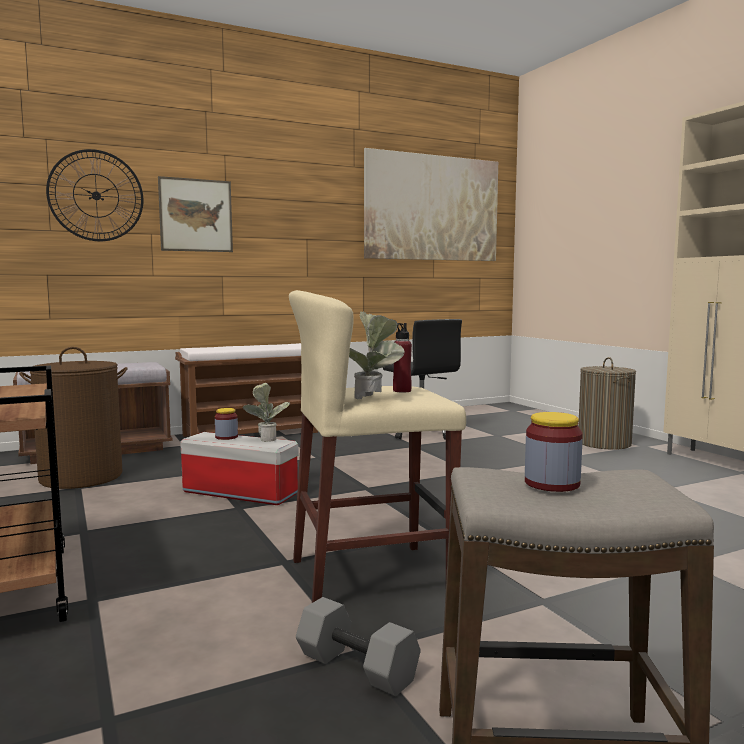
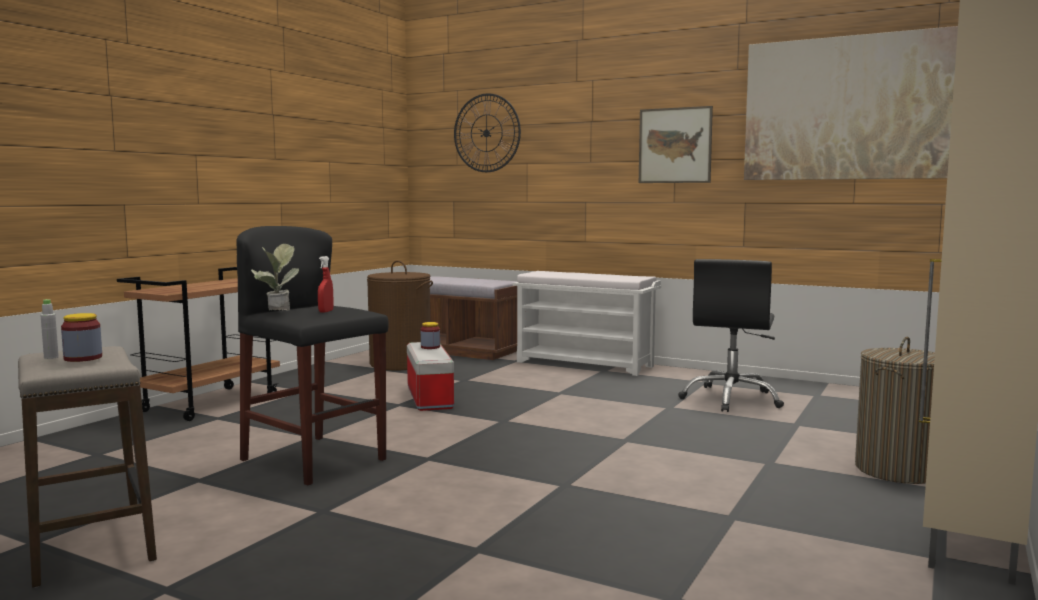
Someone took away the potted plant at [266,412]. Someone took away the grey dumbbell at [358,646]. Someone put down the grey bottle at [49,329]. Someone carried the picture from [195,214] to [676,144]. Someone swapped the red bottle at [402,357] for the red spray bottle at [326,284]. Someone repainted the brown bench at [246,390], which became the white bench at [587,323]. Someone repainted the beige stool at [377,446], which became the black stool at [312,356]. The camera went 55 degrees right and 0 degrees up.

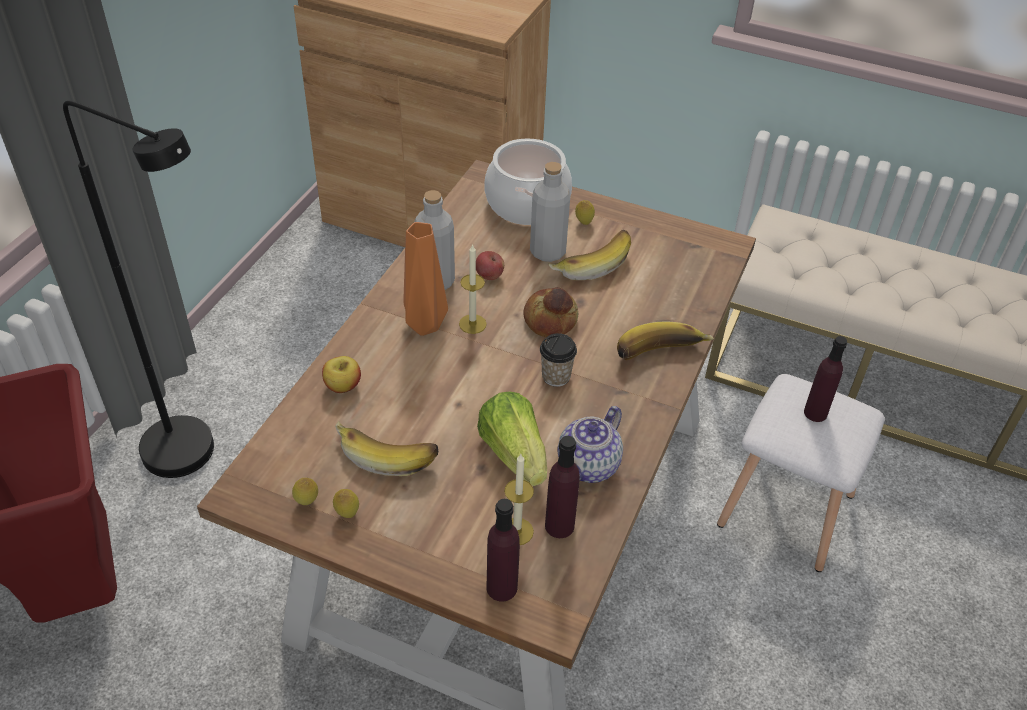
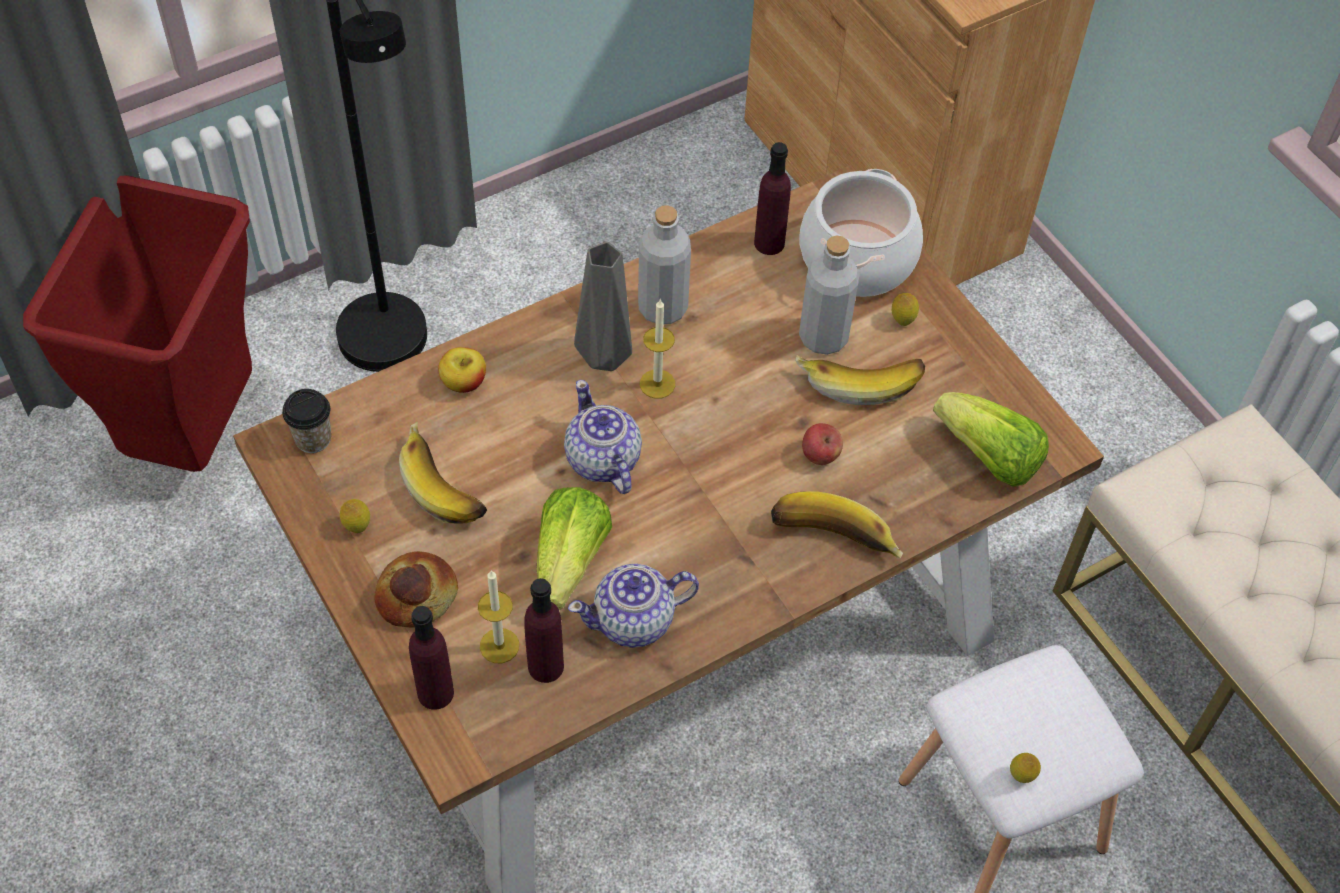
Someone put down the teapot at [603,437]. Someone put down the lettuce at [991,439]. Someone carried the lemon from [305,491] to [1025,768]. Someone carried the apple from [490,265] to [822,444]. Someone carried the bread from [550,312] to [416,589]. Someone carried the cup from [558,360] to [306,421]. Someone carried the purple bottle from [825,379] to [772,198]. Someone repainted the orange vase at [426,279], which became the grey vase at [603,306]. The camera went 35 degrees right and 10 degrees up.

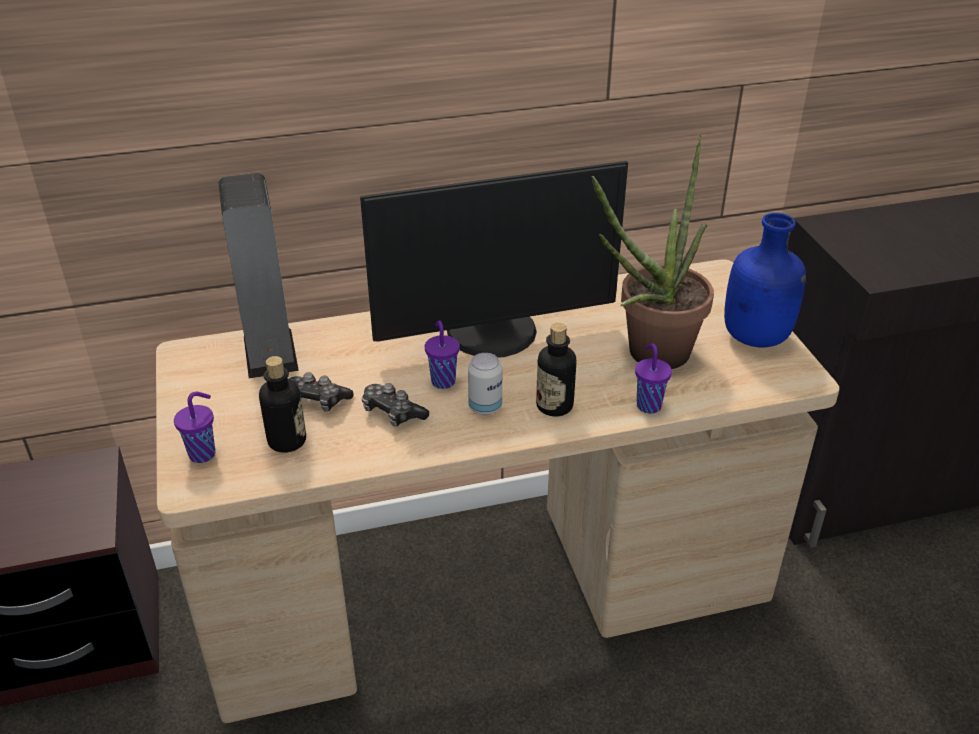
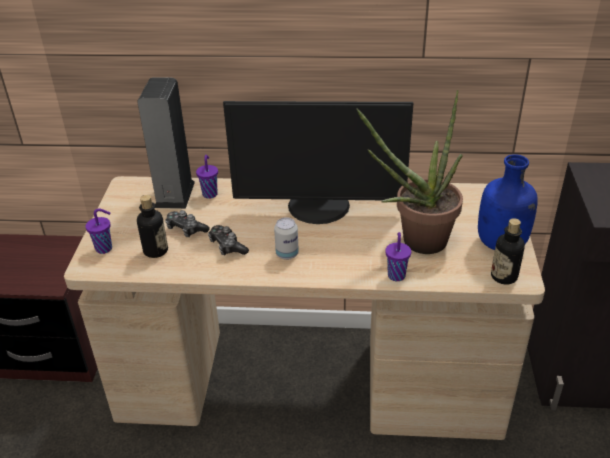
Someone carried the purple cup from [442,354] to [207,177]. Someone carried the bottle from [556,370] to [508,251]. The camera went 20 degrees right and 0 degrees up.

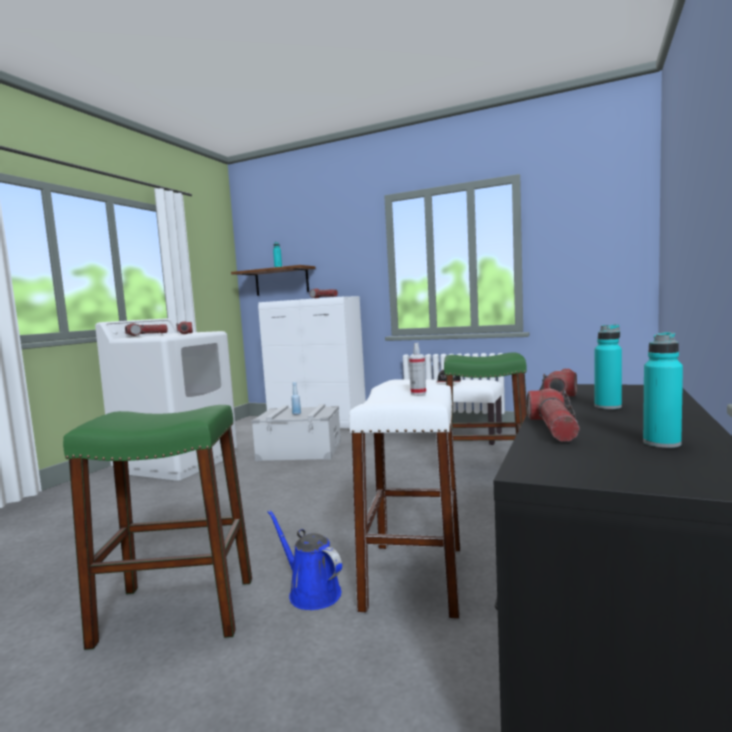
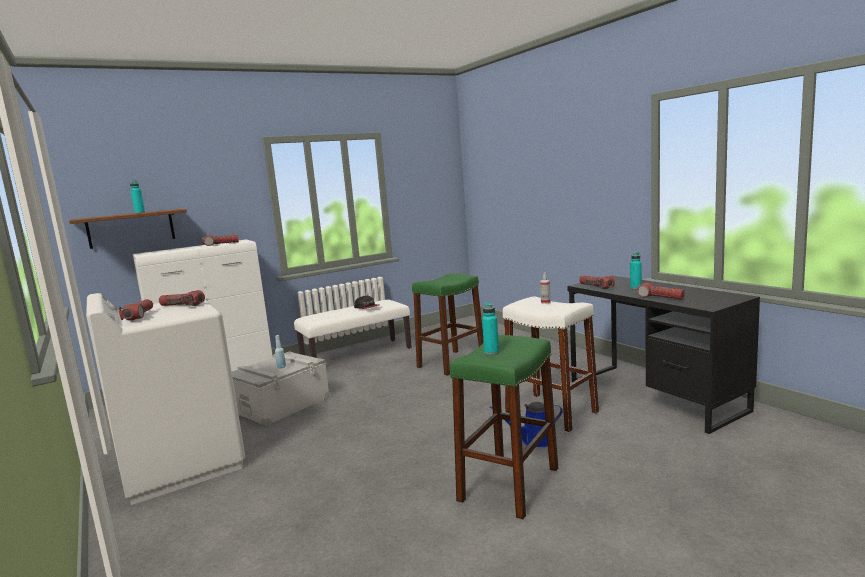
Someone carried the turquoise bottle from [663,390] to [490,328]. The camera went 55 degrees left and 5 degrees up.

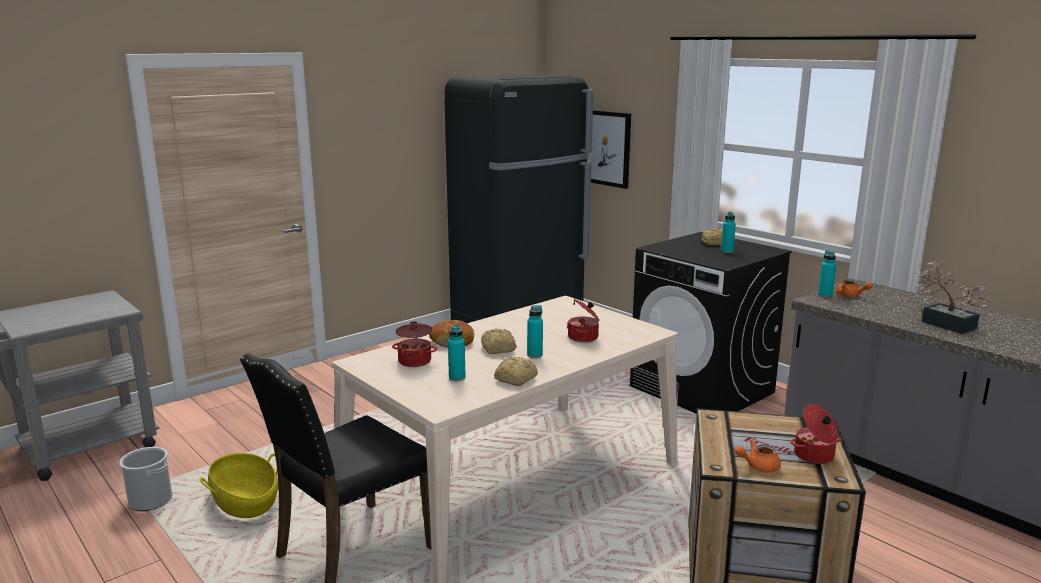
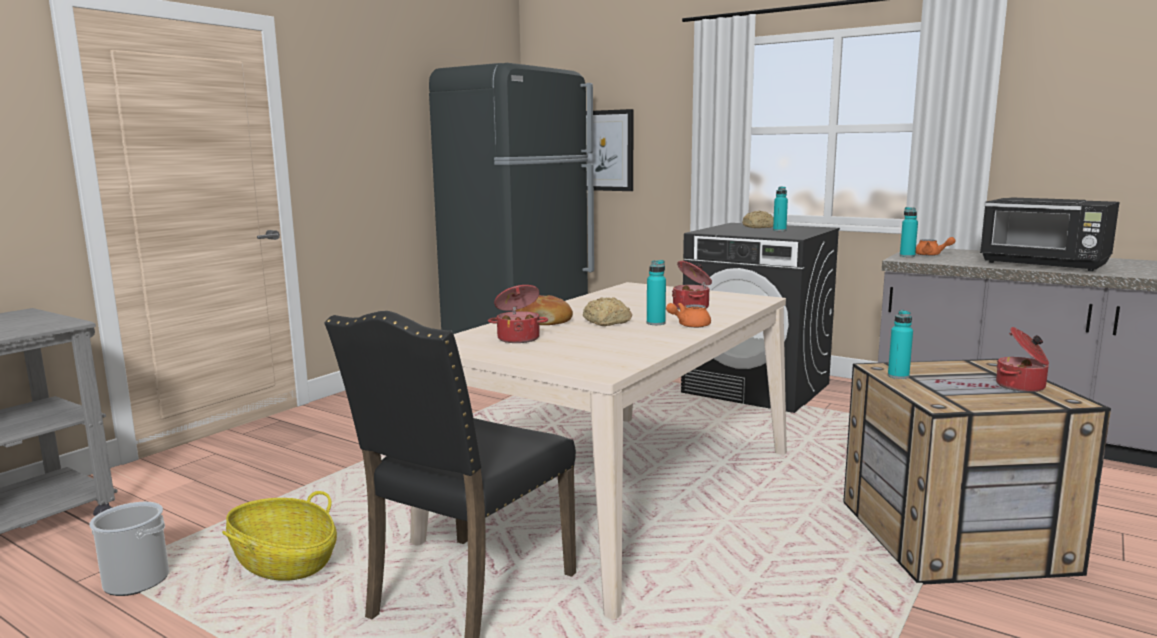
Someone took away the bread at [516,371]. Someone carried the turquoise bottle from [457,352] to [900,344]. Someone carried the orange teapot from [757,456] to [688,315]. Someone swapped the potted plant at [953,297] for the black microwave at [1050,234]. The camera went 15 degrees left and 5 degrees down.

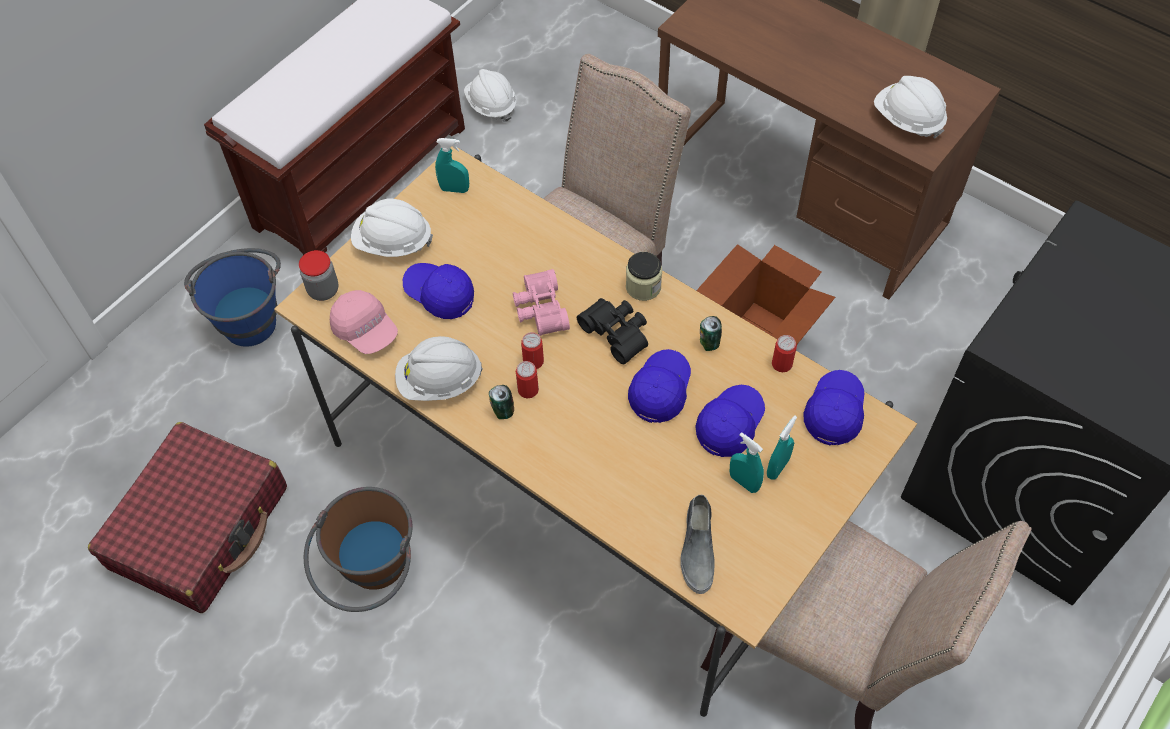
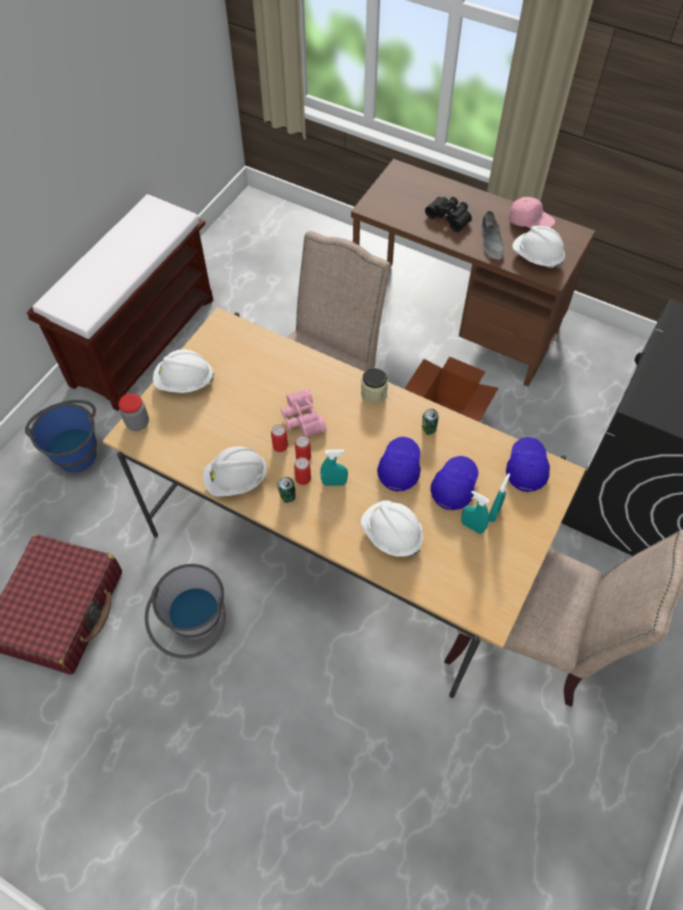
Someone took away the blue cap at [438,291]. Someone carried the pink cap from [364,322] to [532,213]. Someone carried the turquoise spray bottle from [452,165] to [334,468]. Someone carried the white hard hat from [490,95] to [392,529]. Someone carried the black binoculars from [612,331] to [448,214]. Someone carried the grey shoe from [697,544] to [492,235]. Someone carried the can from [784,353] to [279,438]. Someone repainted the brown bucket at [358,549], which became the grey bucket at [185,611]. The camera went 10 degrees left and 0 degrees up.

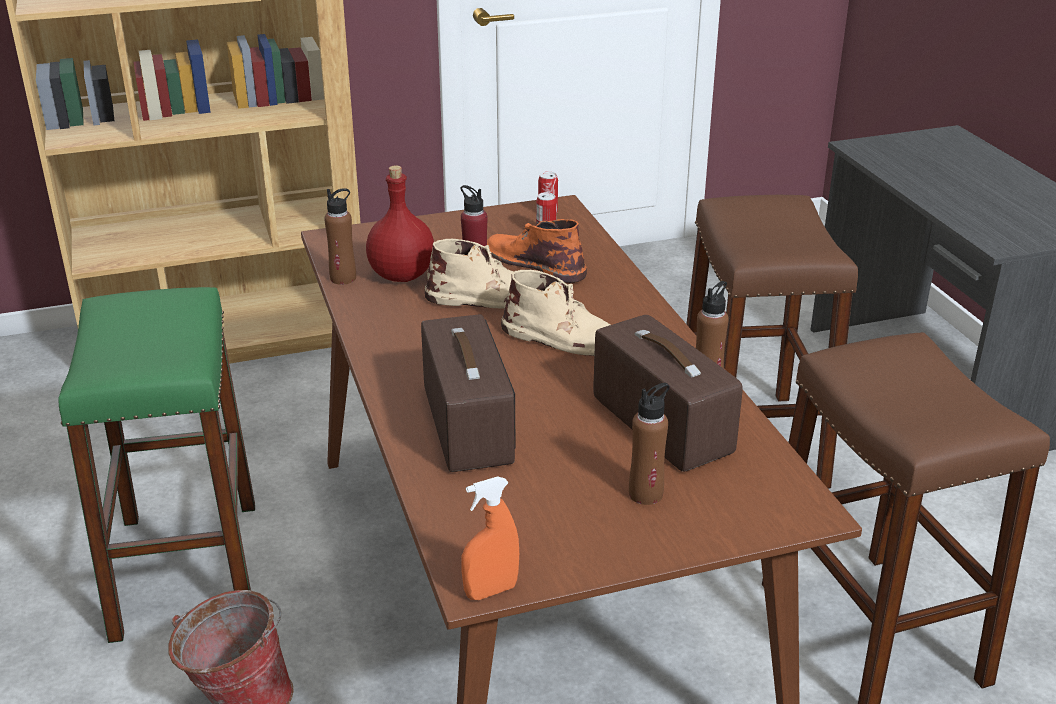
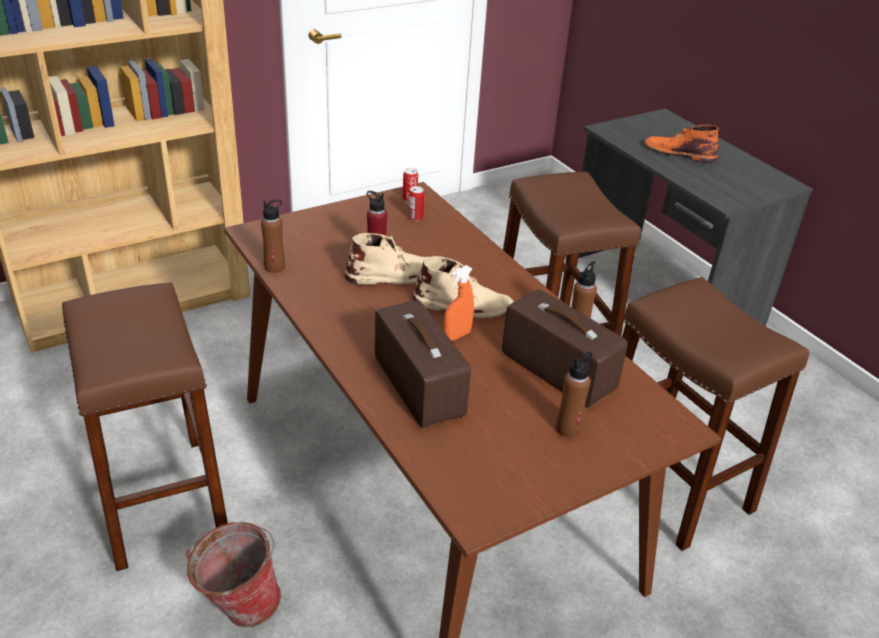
Someone took away the red bottle at [400,223]. Someone carried the orange spray bottle from [490,538] to [459,303]. Someone carried the orange boot from [537,251] to [681,144]. Someone repainted the green stool at [156,465], which became the brown stool at [145,426]. The camera went 15 degrees left and 5 degrees up.

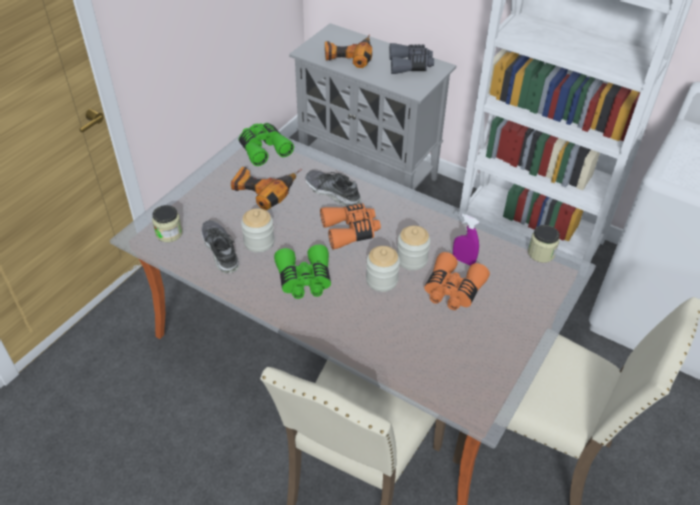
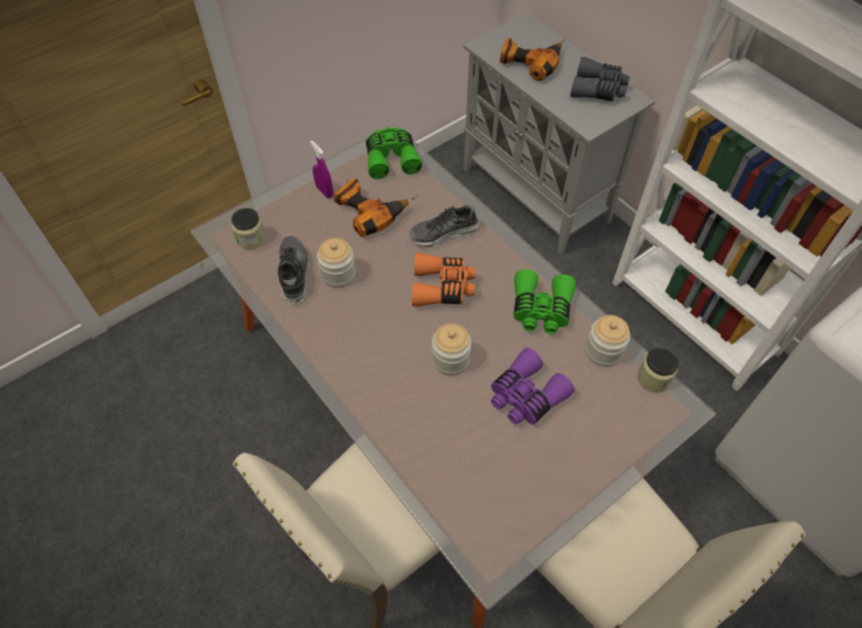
Someone carried the green binoculars from [302,272] to [545,301]. Someone carried the jar from [413,248] to [608,341]. Someone carried the purple spray bottle from [466,240] to [321,169]. Someone repainted the orange binoculars at [457,281], which became the purple binoculars at [533,386]. Someone rotated the shoe at [333,188] by 75 degrees counterclockwise. The camera went 20 degrees right and 10 degrees up.

